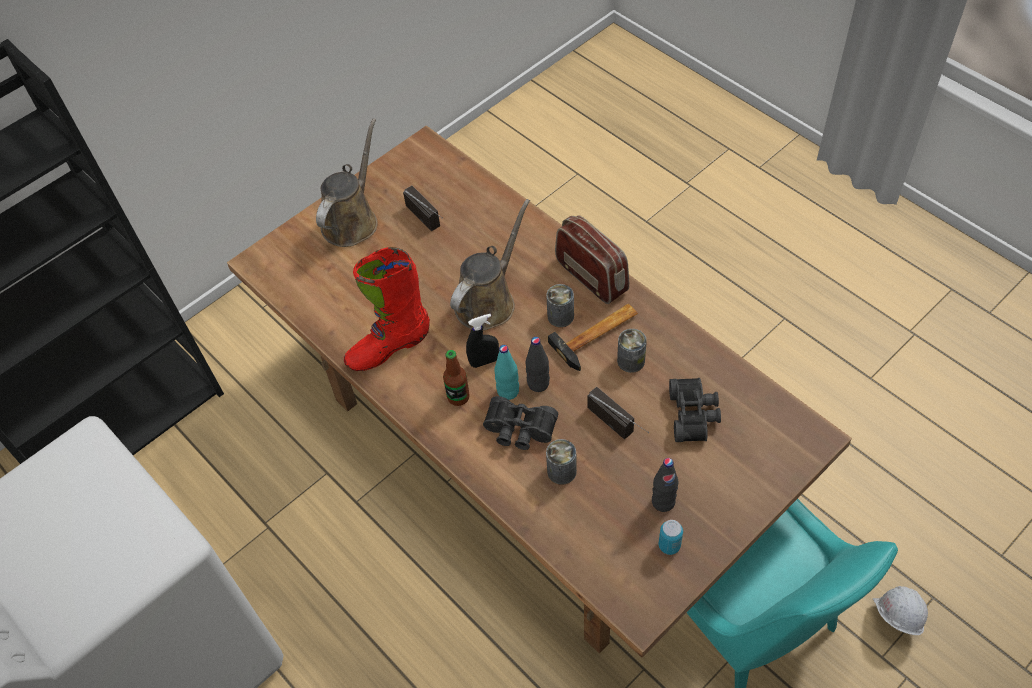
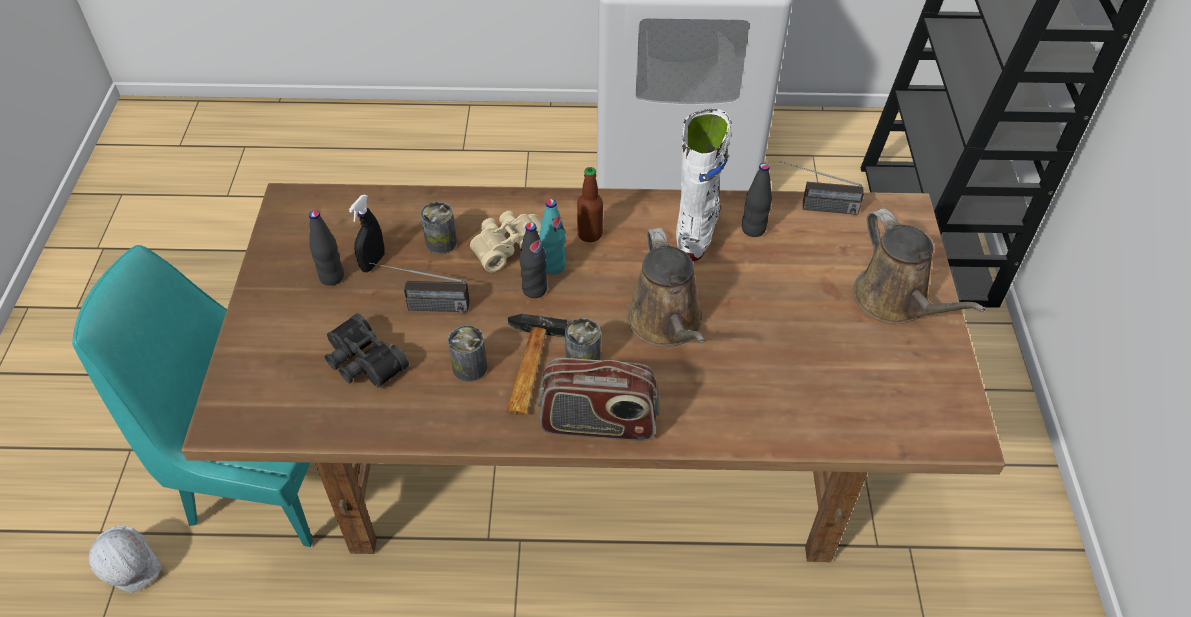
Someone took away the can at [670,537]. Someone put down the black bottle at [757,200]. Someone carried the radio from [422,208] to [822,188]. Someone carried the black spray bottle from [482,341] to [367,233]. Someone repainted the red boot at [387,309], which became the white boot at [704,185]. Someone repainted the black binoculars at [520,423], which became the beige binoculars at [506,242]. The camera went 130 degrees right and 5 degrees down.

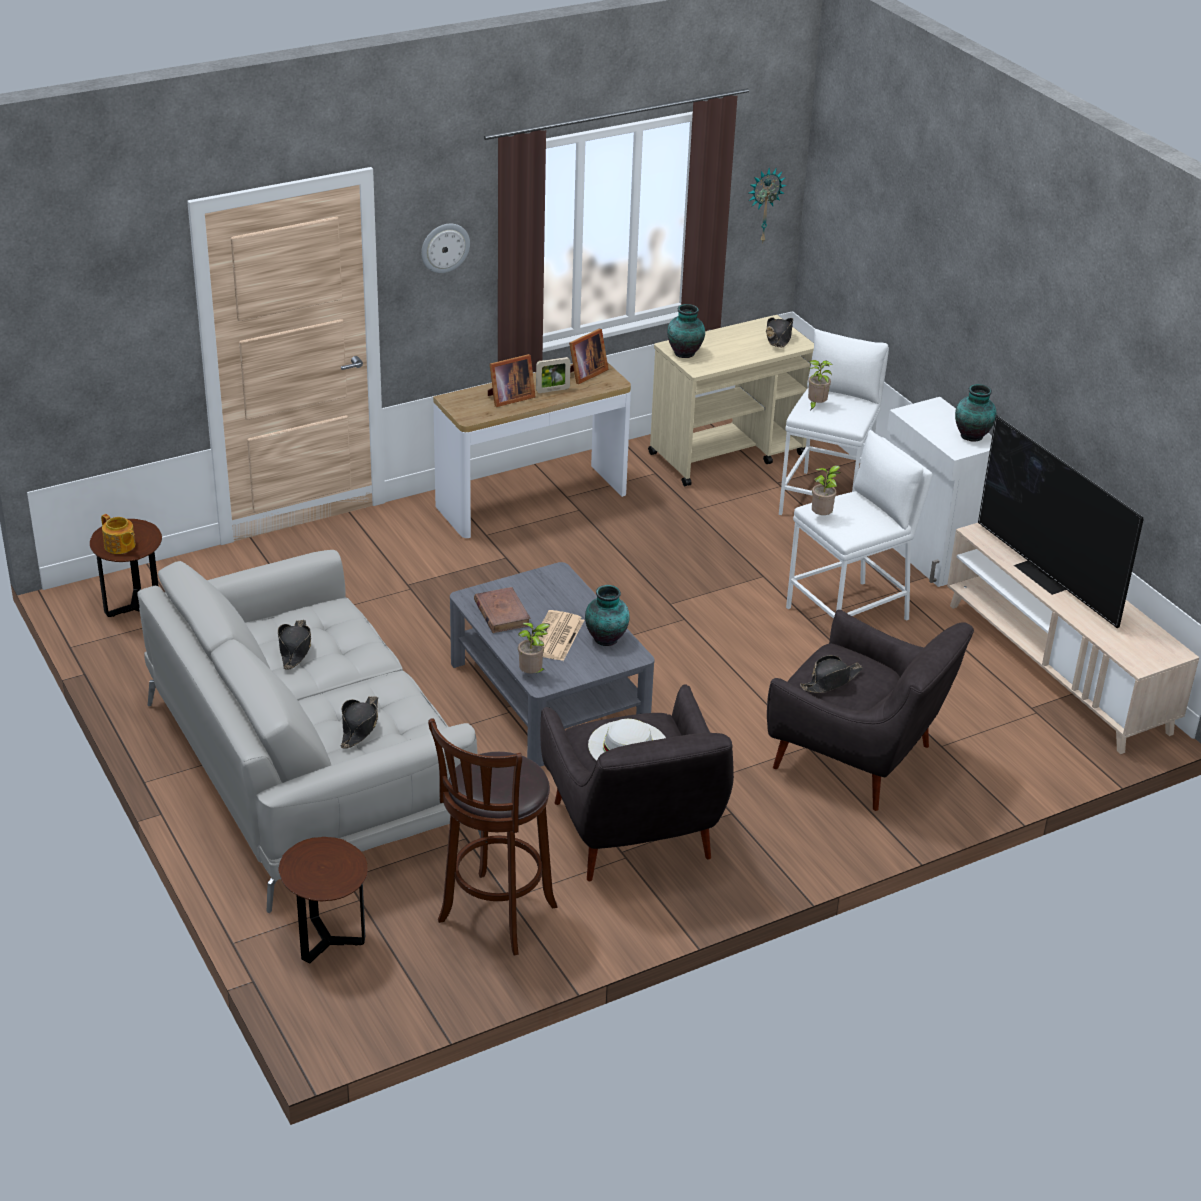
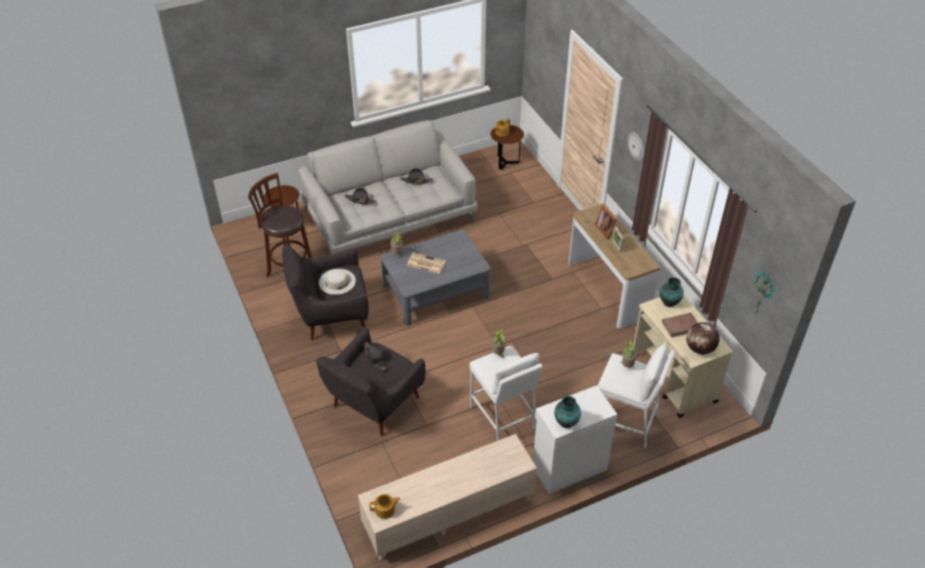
Someone took away the picture frame at [589,356]. Someone took away the vase at [607,615]. Someone took away the television at [1061,521]. Someone put down the teapot at [384,506]. Someone carried the brown book from [502,610] to [680,325]. Someone swapped the black hat at [779,332] for the globe at [703,338]. The camera went 95 degrees right and 10 degrees up.

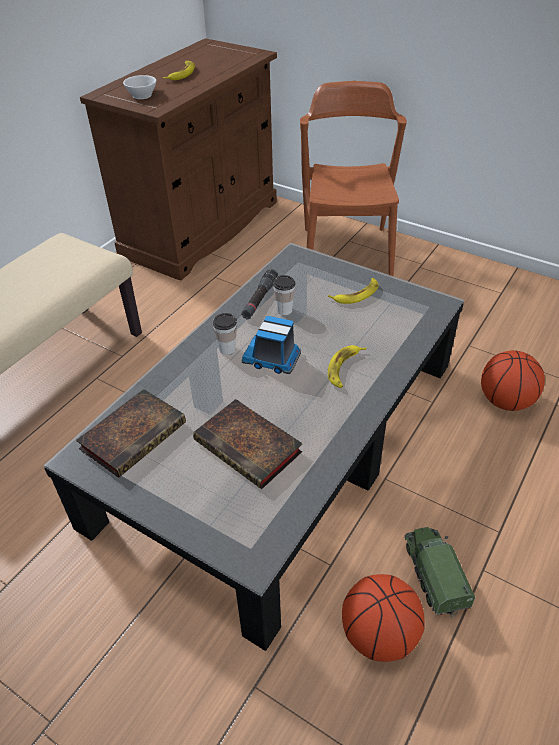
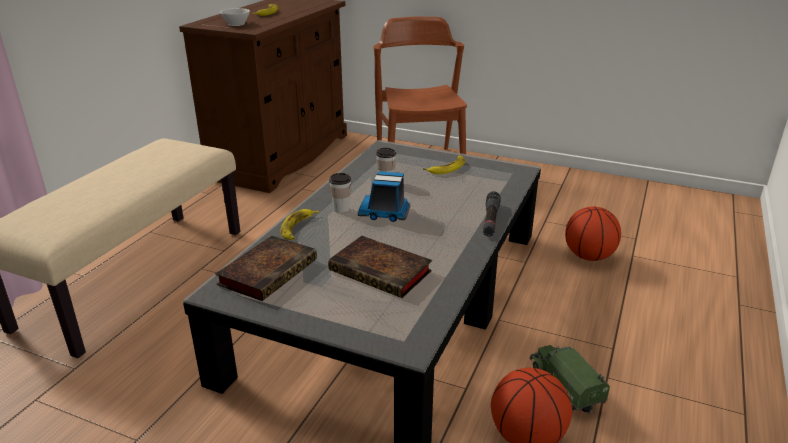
Someone carried the black flashlight from [259,294] to [492,214]. Someone carried the banana from [347,366] to [299,224]. The camera went 10 degrees left and 15 degrees down.

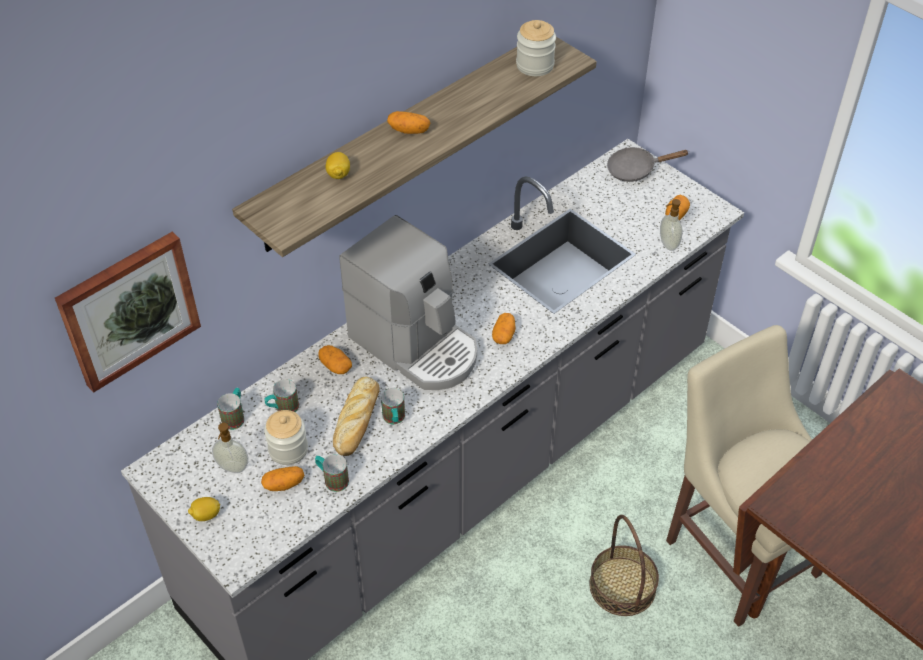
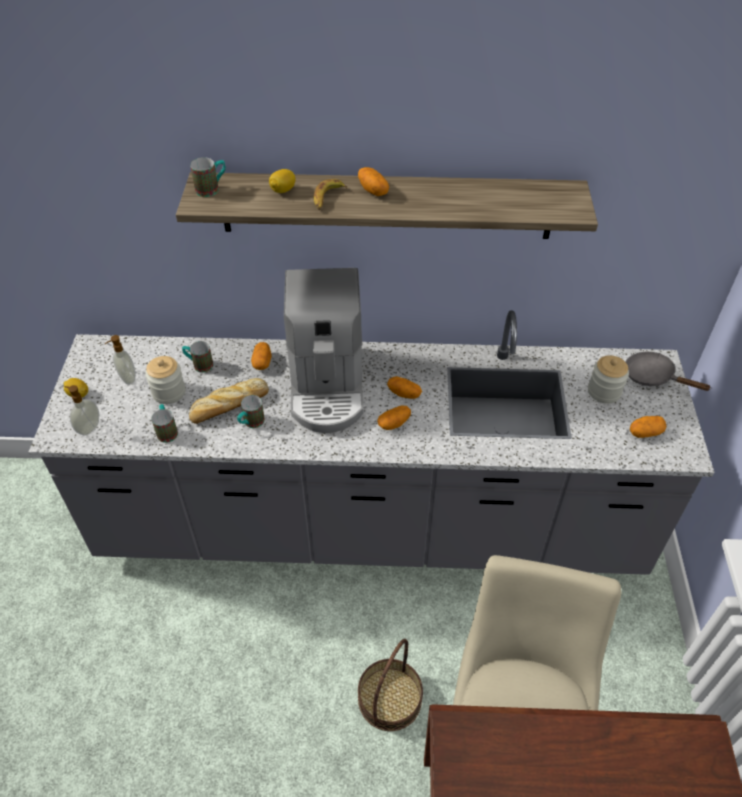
Someone took away the picture at [128,312]. Someone put down the banana at [330,194]. Someone carried the mug from [231,409] to [208,177]. Someone carried the potato from [282,478] to [404,387]. Someone carried the jar from [536,48] to [608,379]. Someone carried the soap dispenser from [671,225] to [81,410]. The camera went 45 degrees right and 0 degrees up.

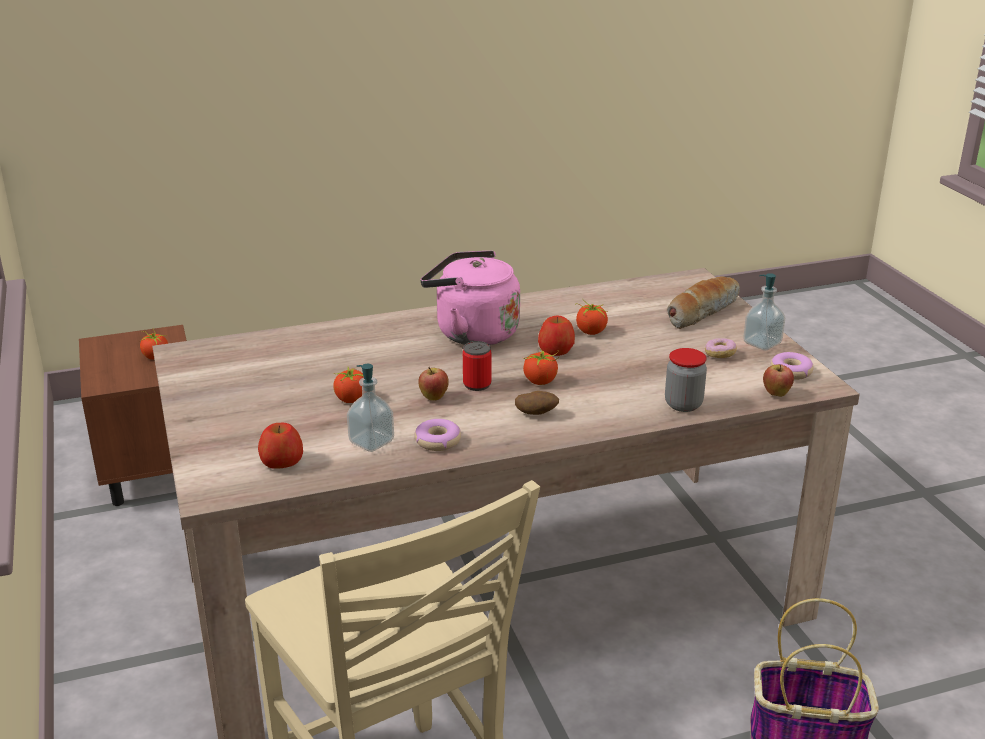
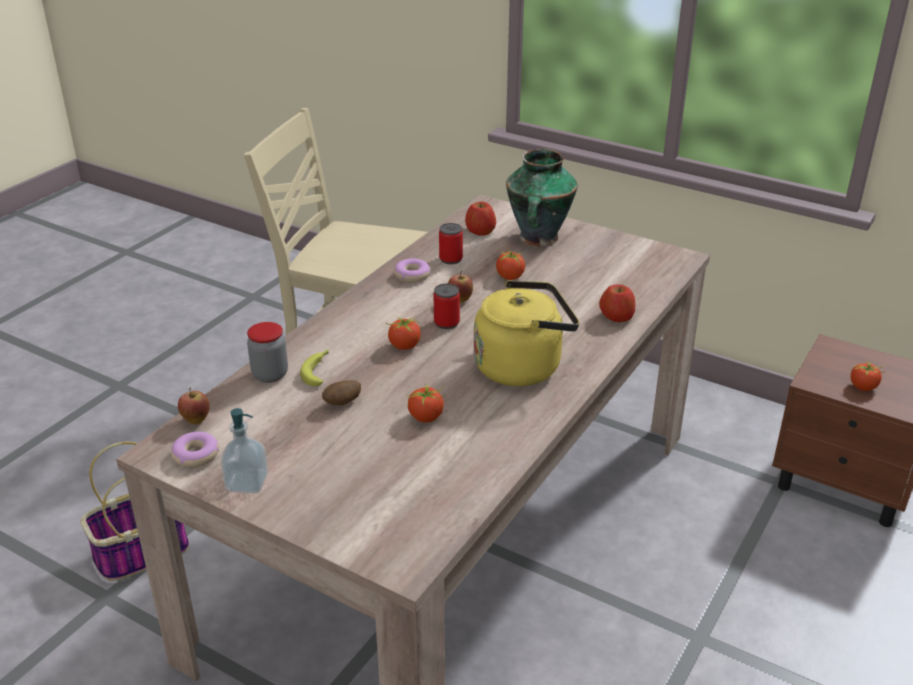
Someone took away the bread at [703,303]. Someone took away the donut at [721,348]. Someone put down the banana at [314,367]. Someone put down the vase at [542,197]. Someone carried the potato from [537,403] to [341,392]. Someone carried the apple from [556,336] to [617,303]. Someone swapped the soap dispenser at [370,408] for the can at [451,243]. Someone repainted the pink kettle at [470,297], which became the yellow kettle at [526,333]. The camera went 140 degrees right and 5 degrees up.

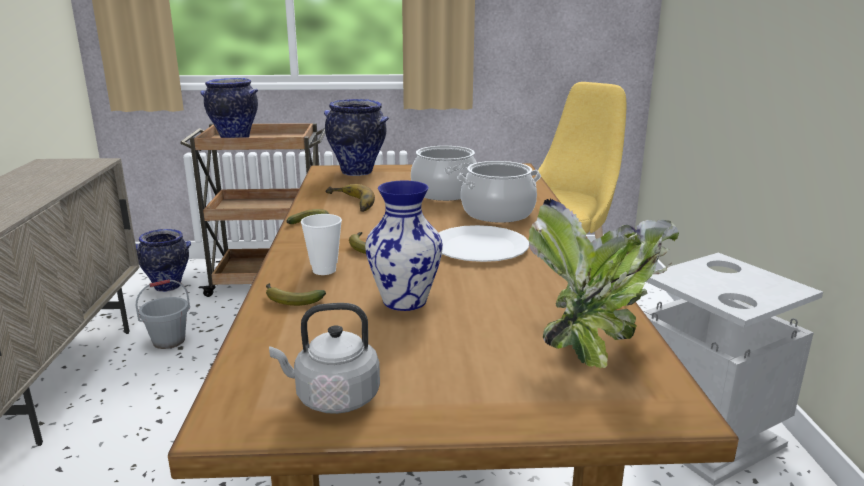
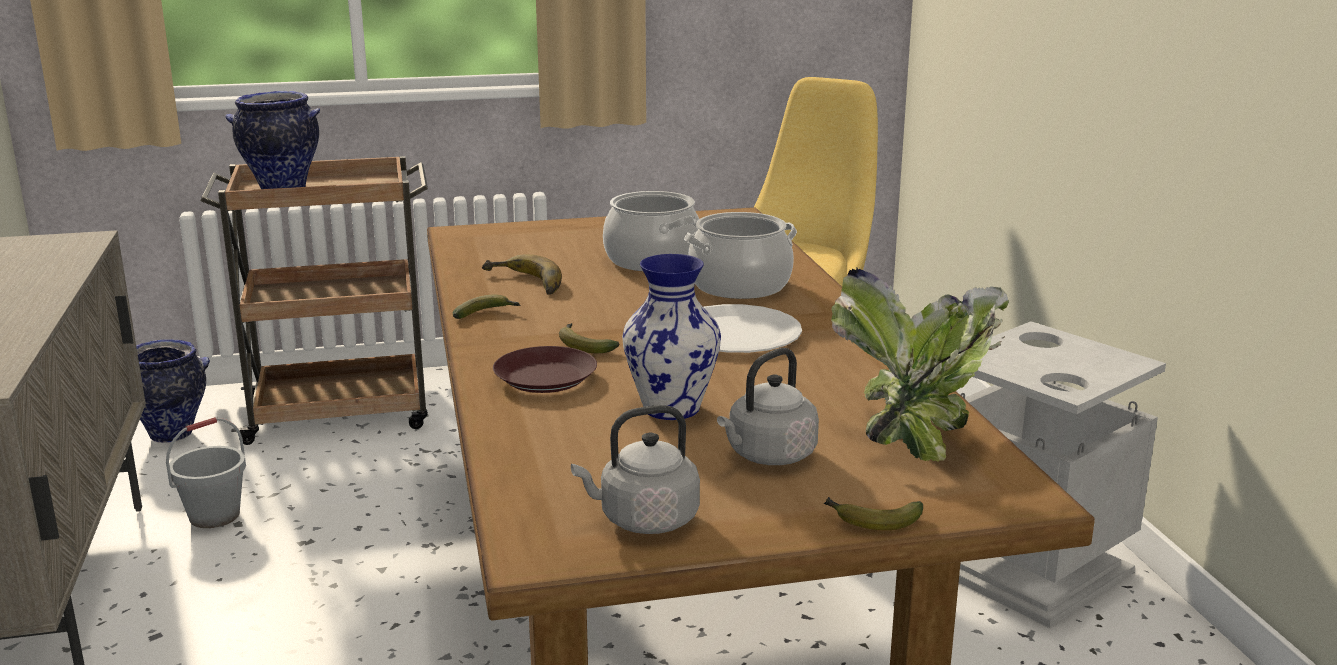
Someone took away the vase at [356,137]. Someone put down the grey kettle at [768,406]. Someone carried the banana from [296,294] to [873,513]. Someone swapped the cup at [321,244] for the brown plate at [545,369]. The camera went 10 degrees left and 0 degrees up.

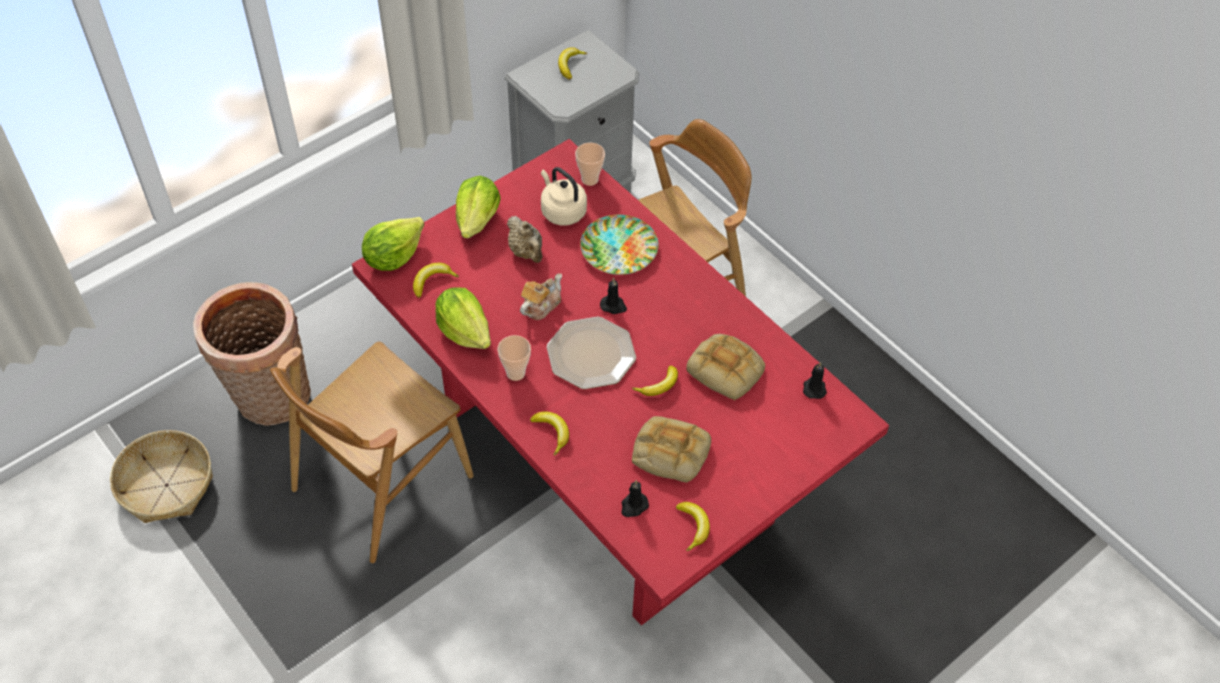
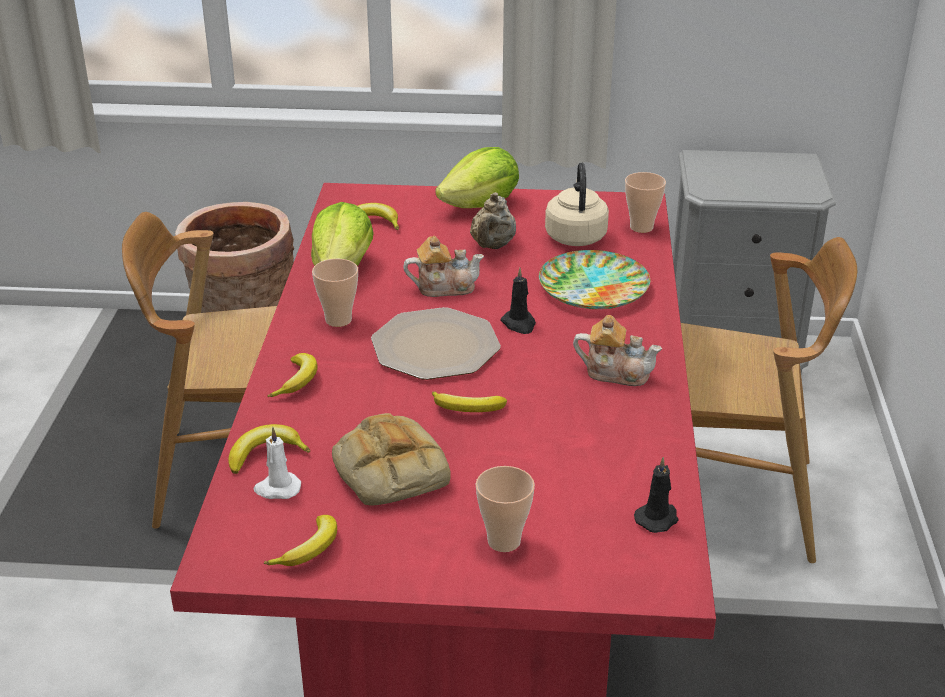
Someone took away the basket at [161,476]. Someone took away the lettuce at [393,244]. Someone took away the bread at [725,367]. Someone put down the cup at [505,509]. Someone put down the teapot at [617,350]. Someone carried the banana from [572,63] to [269,449]. Someone repainted the black candle at [635,498], which became the white candle at [277,463]. The camera went 45 degrees right and 20 degrees down.

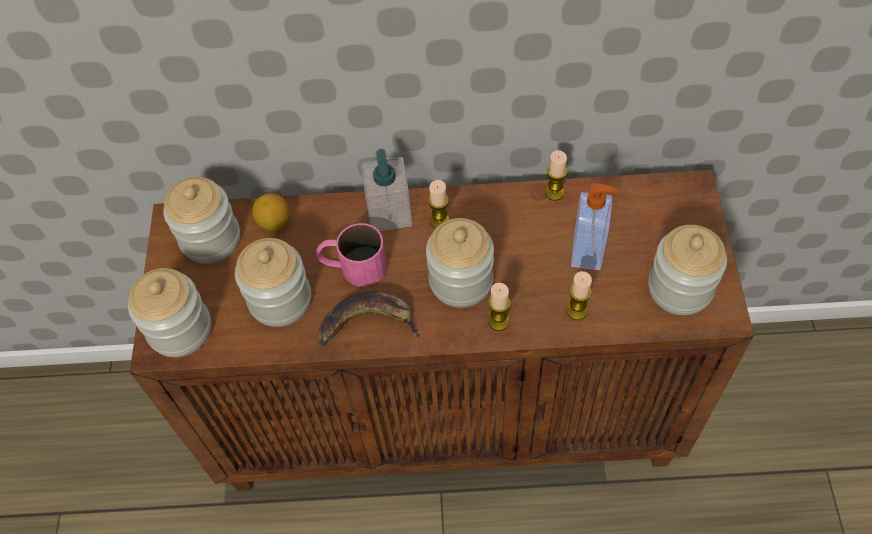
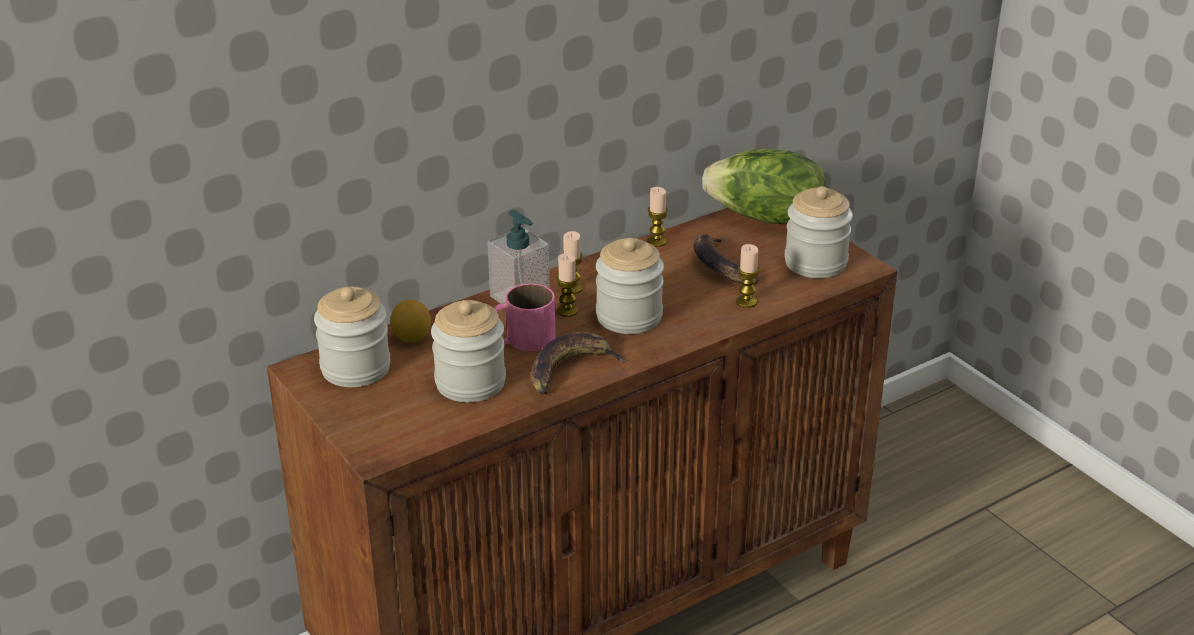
Someone took away the jar at [169,312]. Someone put down the lettuce at [764,186]. Someone carried the candle from [499,307] to [567,285]. Someone swapped the soap dispenser at [595,226] for the banana at [726,259]. The camera went 35 degrees left and 25 degrees down.

